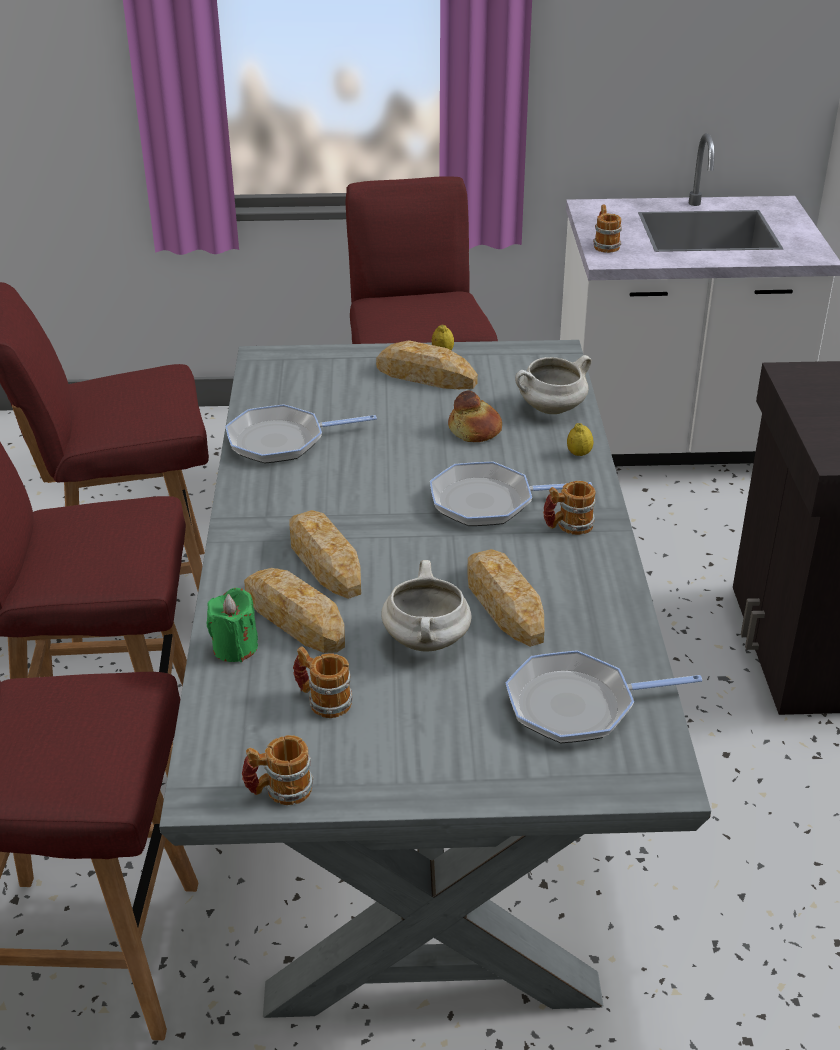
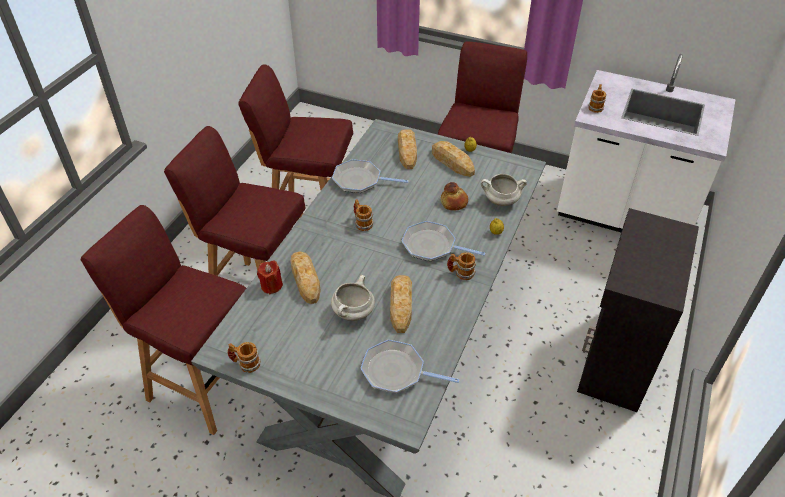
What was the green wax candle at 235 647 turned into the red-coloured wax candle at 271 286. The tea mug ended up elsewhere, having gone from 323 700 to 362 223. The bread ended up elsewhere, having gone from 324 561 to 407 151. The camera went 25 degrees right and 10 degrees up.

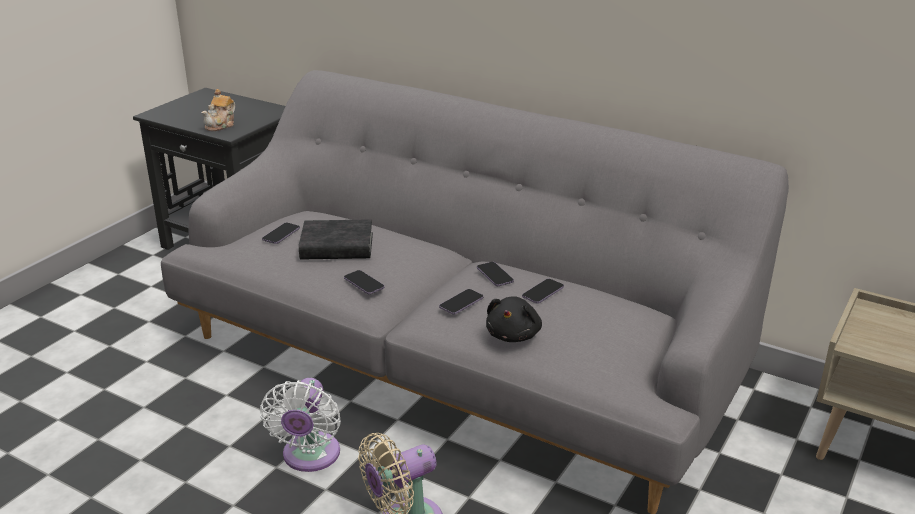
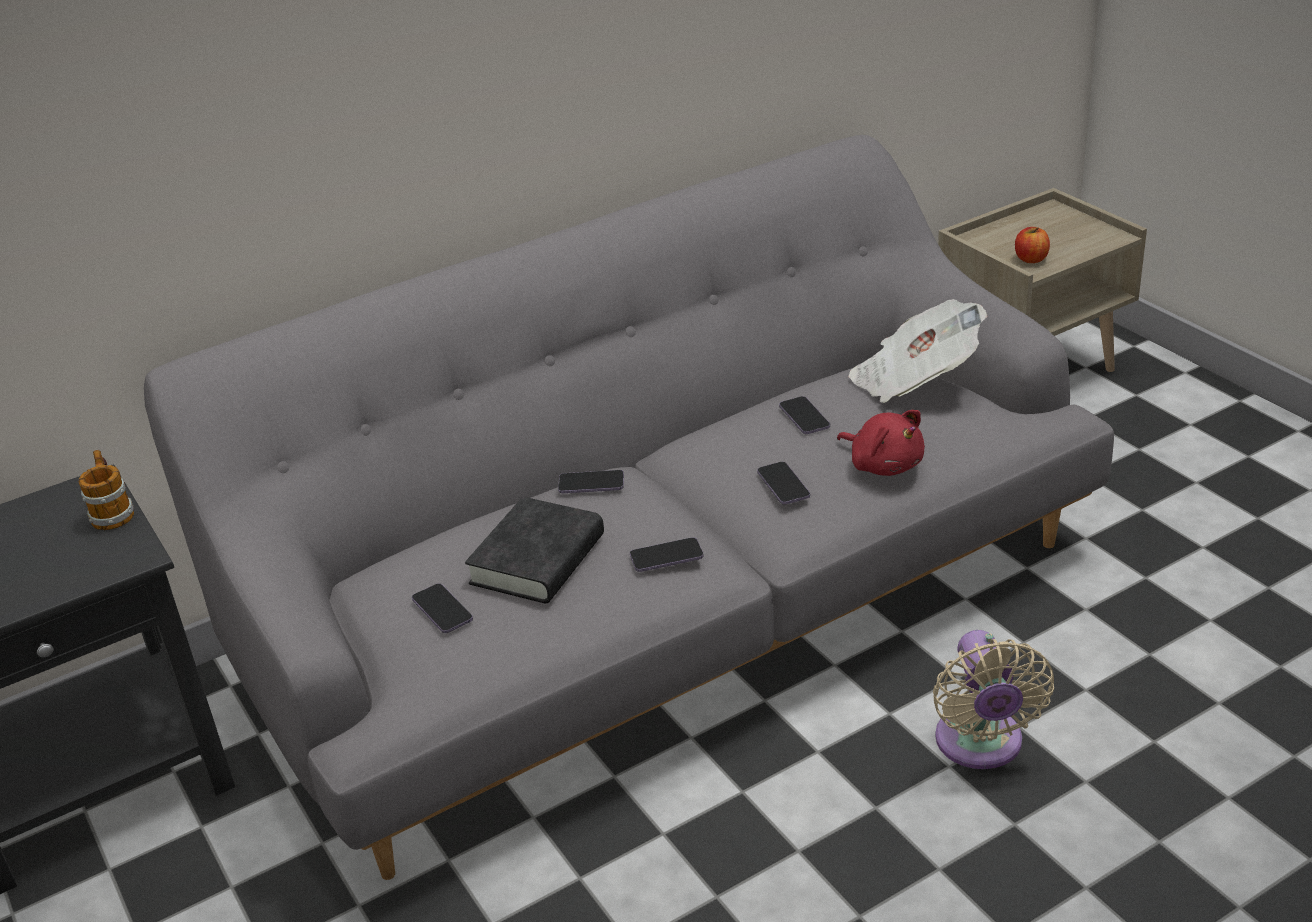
The second view gained the tea mug at 113 512. The phone ended up elsewhere, having gone from 495 275 to 591 484. What was the blackish cuddly toy at 514 335 turned into the red-coloured cuddly toy at 884 464. The second view gained the daily paper at 915 380. The second view gained the whole apple at 1031 259. The second view lost the teapot at 221 125. The second view lost the white-coloured fan at 309 457. The camera went 60 degrees left and 5 degrees up.

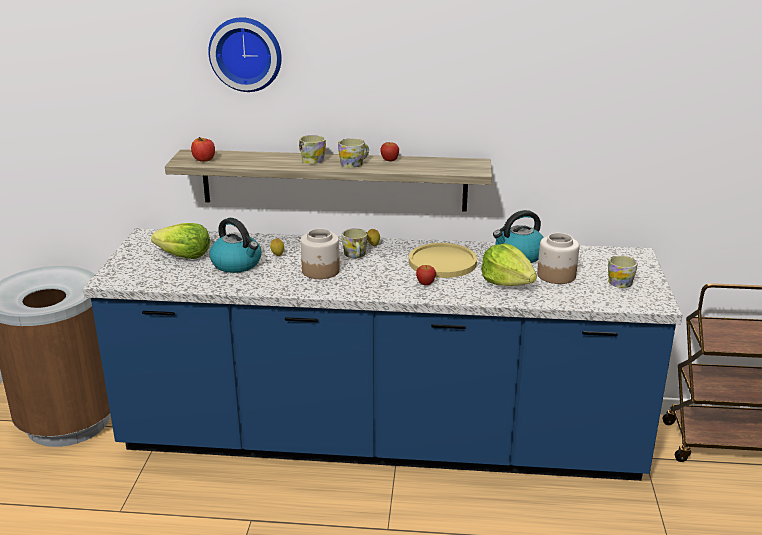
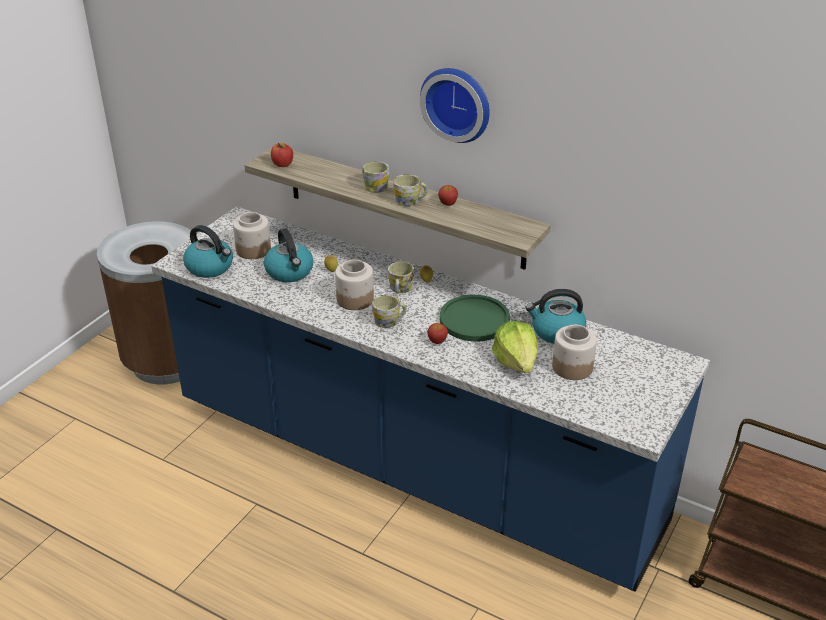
The second view gained the water kettle at 210 267. Where the lettuce stood at 184 256, the preserve jar came to stand at 253 250. The tea mug ended up elsewhere, having gone from 622 282 to 389 321. The wall clock ended up elsewhere, having gone from 246 53 to 457 103. What was the yellow flat dish at 442 262 turned into the green flat dish at 474 319. The camera went 25 degrees right and 10 degrees up.

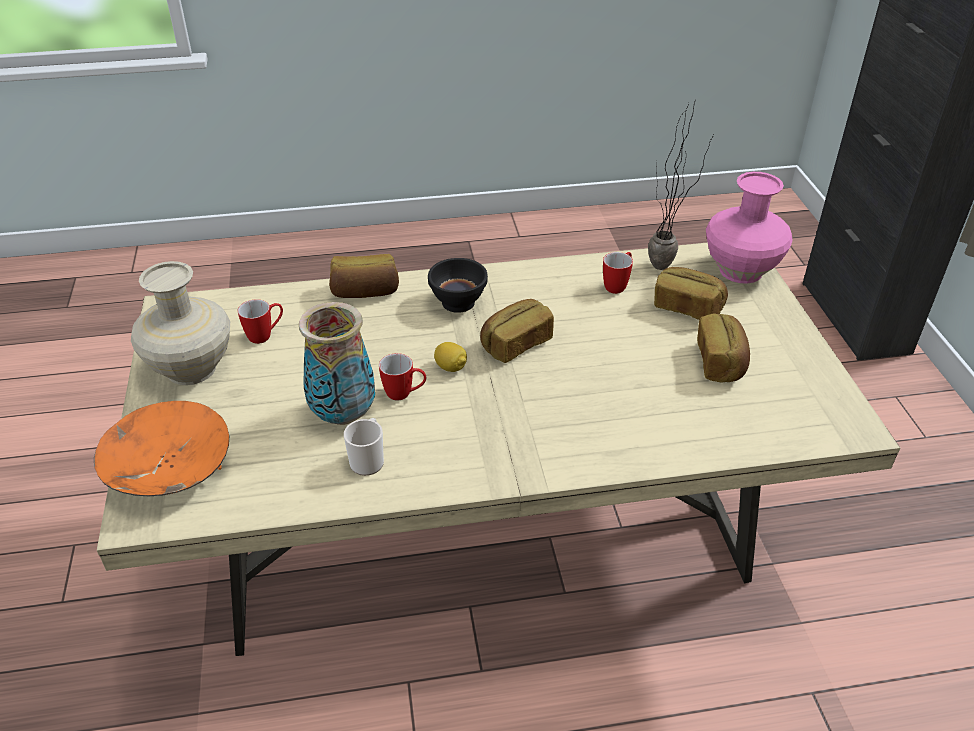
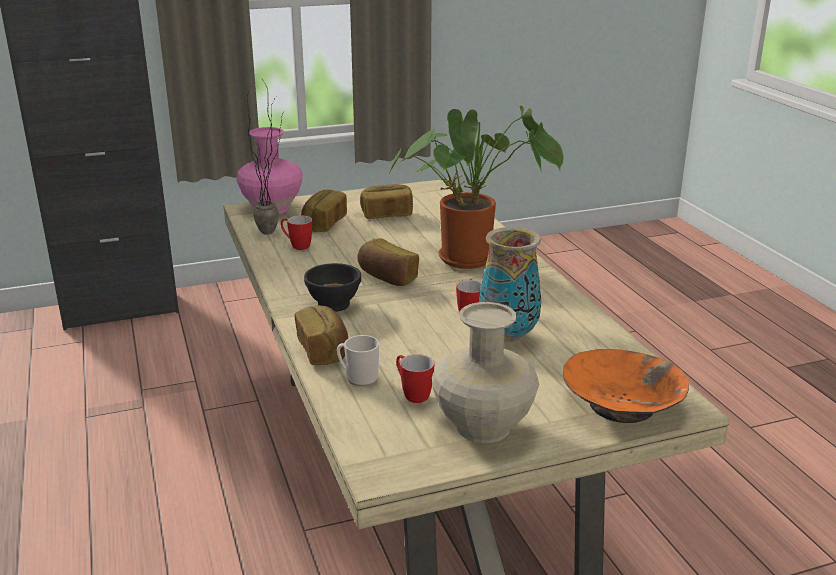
The tea mug ended up elsewhere, having gone from 368 460 to 358 378. The second view gained the plant in a pot at 472 258. The second view lost the lemon at 451 367. The camera went 100 degrees left and 15 degrees down.

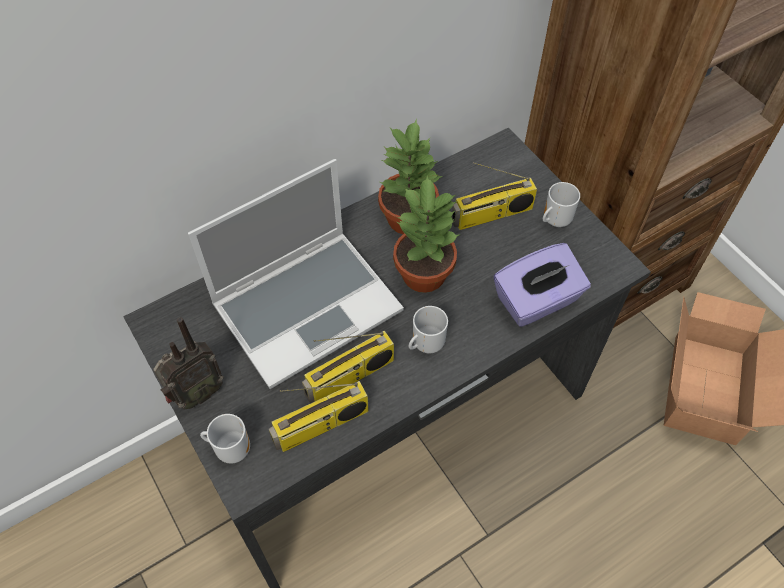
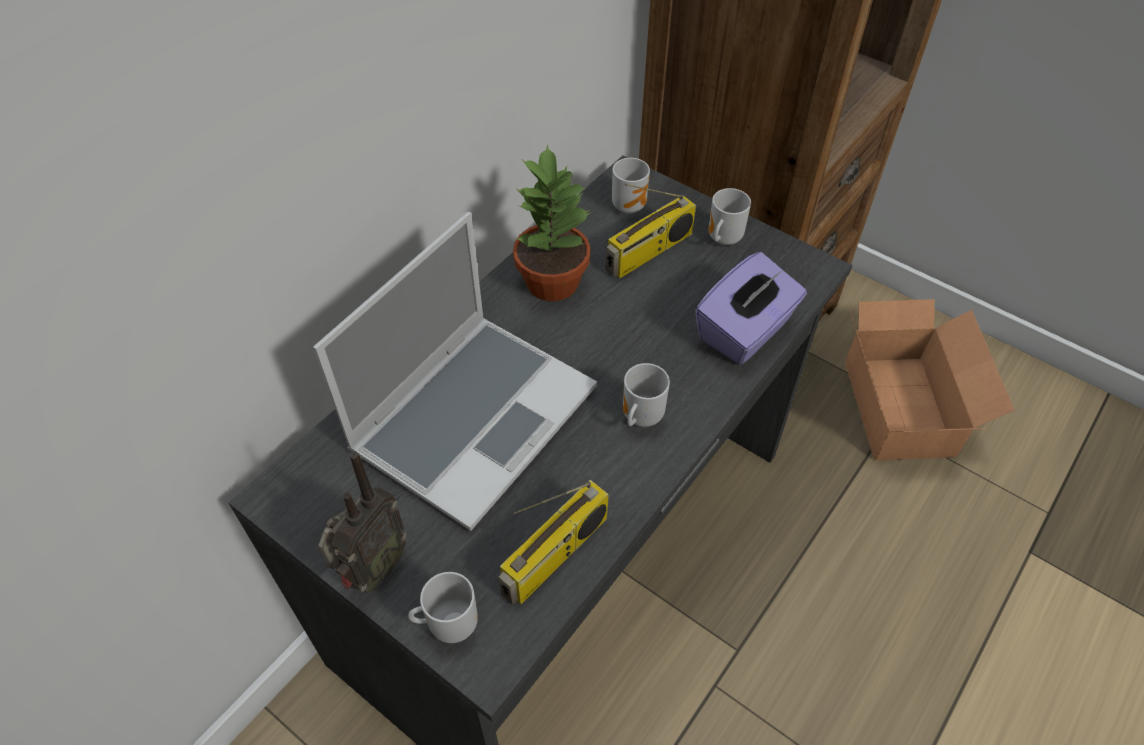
The second view gained the tea mug at 630 205. The second view lost the radio receiver at 349 378. The second view lost the plant in a pot at 425 274. The camera went 20 degrees left and 5 degrees down.

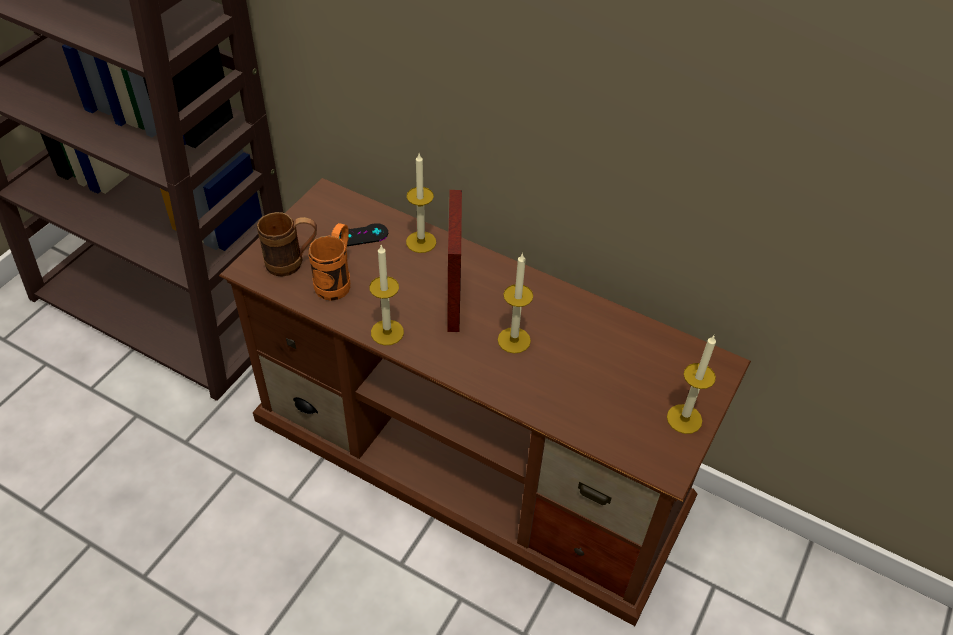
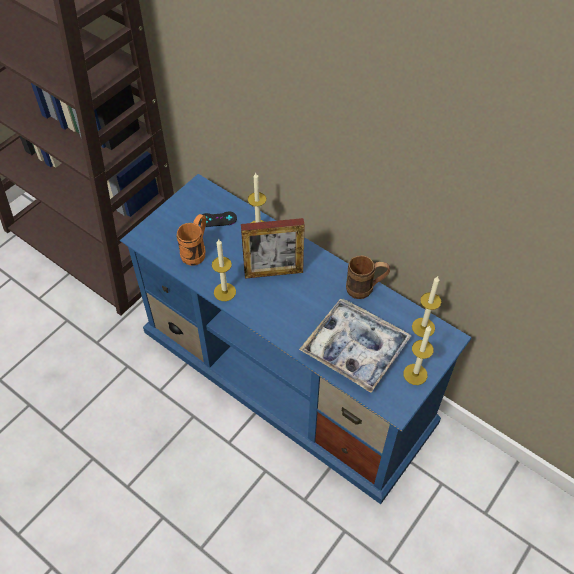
What was the brownish tv unit at 473 459 turned into the blue tv unit at 289 376. The picture frame at 454 299 ended up facing another way, 75 degrees clockwise from before. The second view gained the serving tray at 355 349. The brownish tea mug ended up elsewhere, having gone from 293 263 to 365 289. The wax candle ended up elsewhere, having gone from 514 340 to 423 327. The camera went 10 degrees right and 5 degrees up.

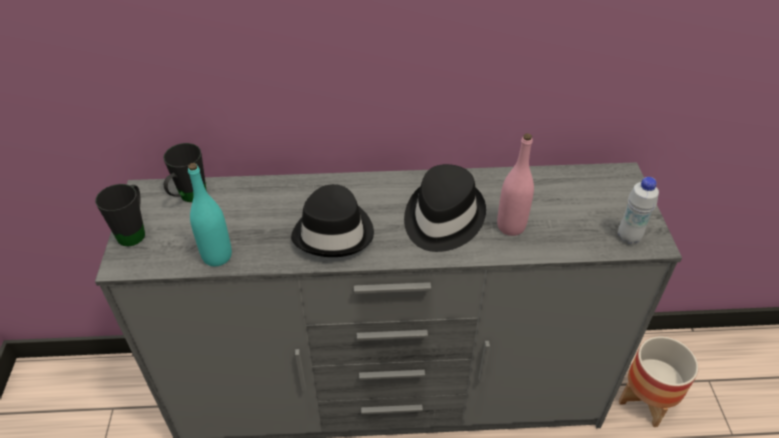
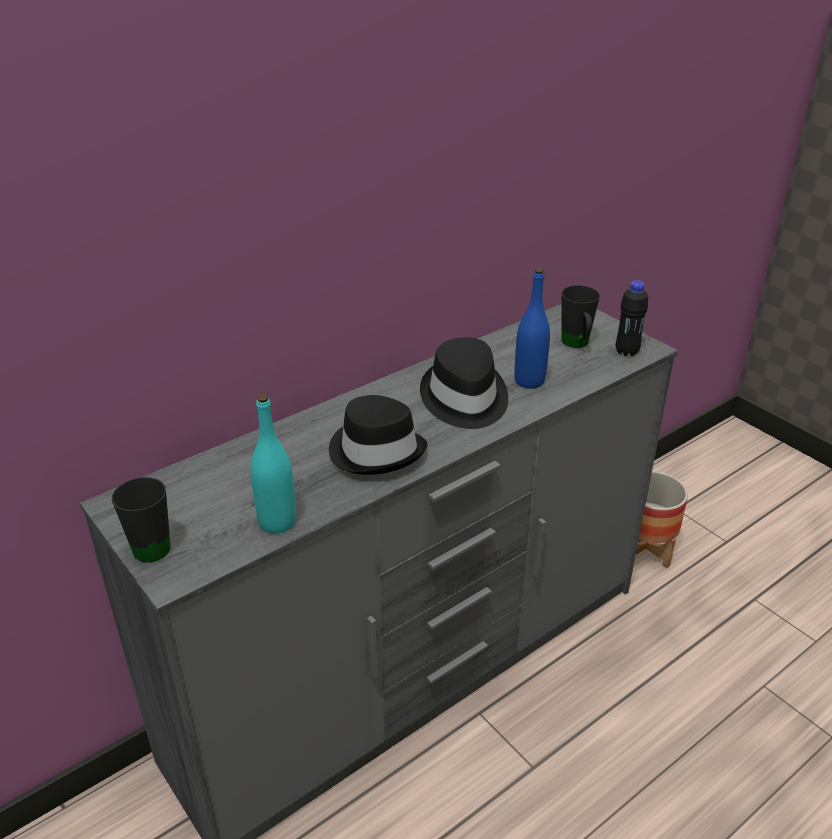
What was the pinkish beverage bottle at 511 226 turned into the blue beverage bottle at 529 381. The blackish tea mug ended up elsewhere, having gone from 189 198 to 577 345. What was the white-coloured beverage bottle at 628 237 turned into the blackish beverage bottle at 626 351. The camera went 35 degrees left and 10 degrees down.

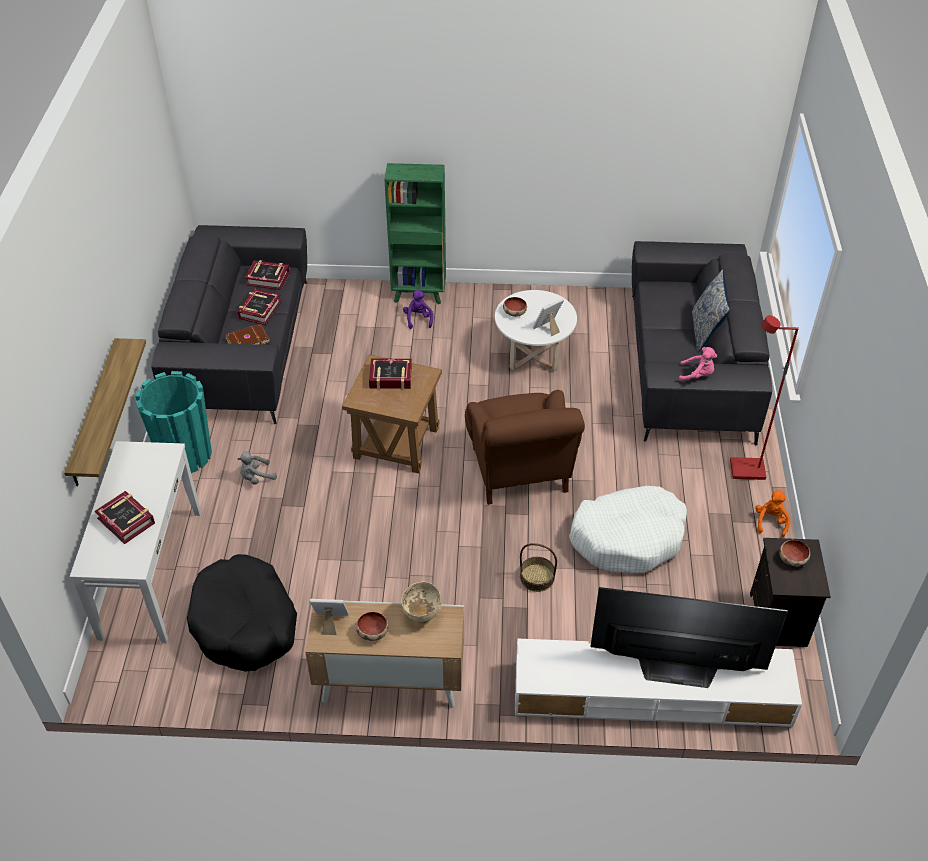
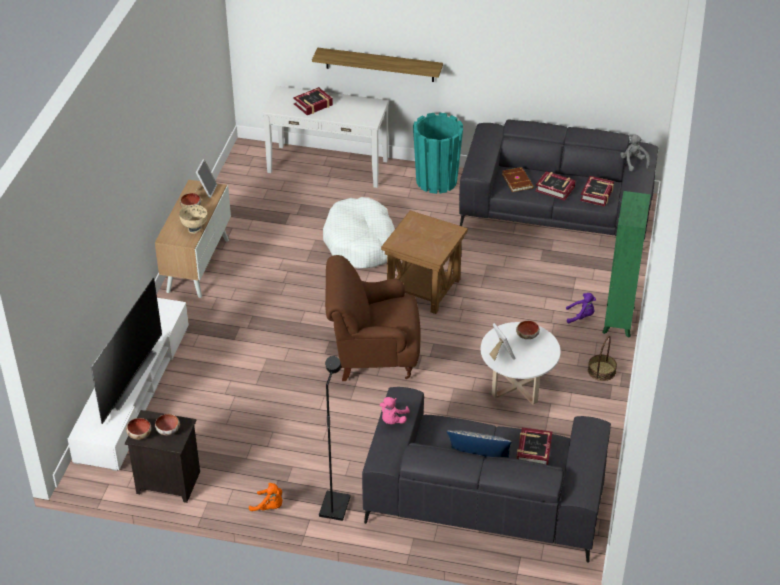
The second view gained the serving bowl at 139 434. What was the red-coloured floor lamp at 747 470 turned into the blackish floor lamp at 334 506. The white-coloured dog cushion ended up elsewhere, having gone from 628 537 to 361 243. The book ended up elsewhere, having gone from 390 378 to 533 450. The household basket ended up elsewhere, having gone from 537 577 to 601 371. The greyish cuddly toy ended up elsewhere, having gone from 256 477 to 633 162. The second view lost the blackish dog cushion at 245 623. The camera went 100 degrees right and 5 degrees down.

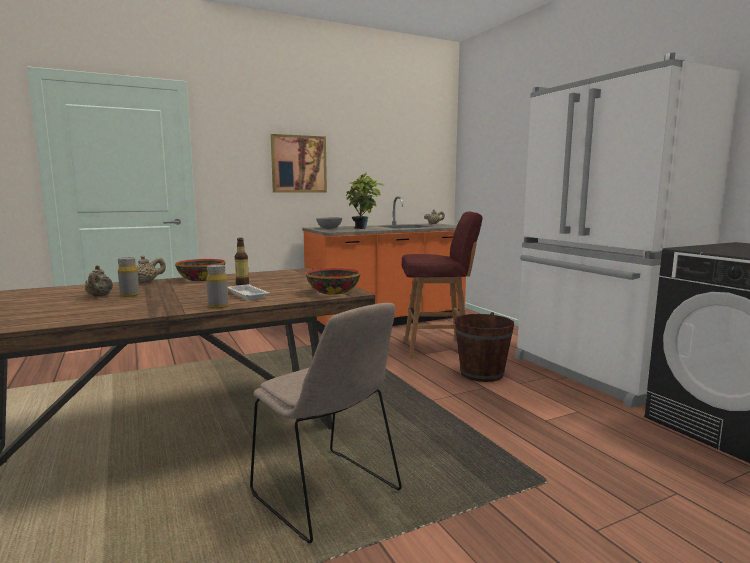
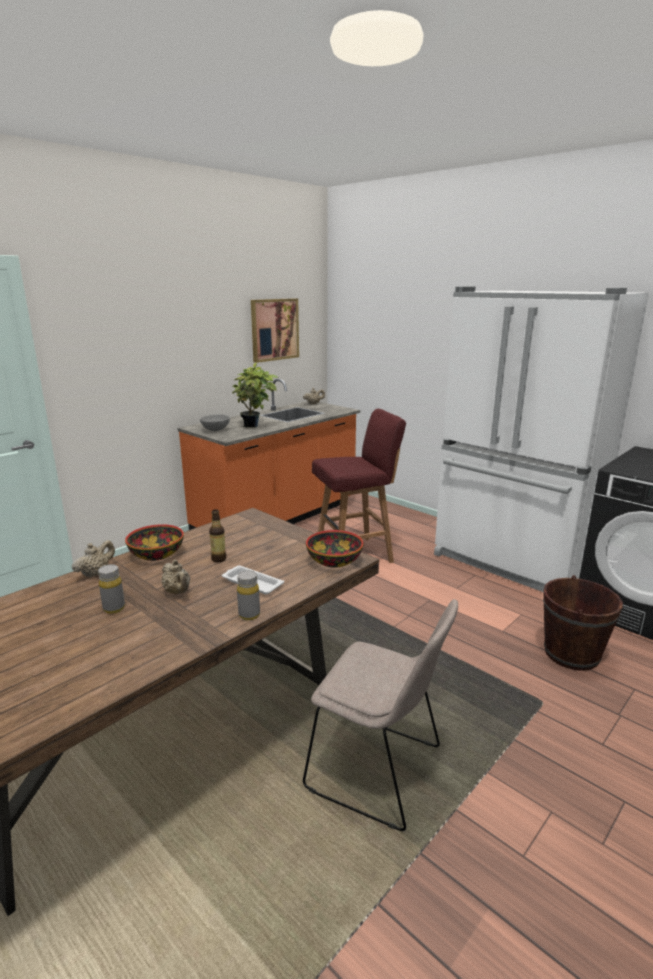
The sand-coloured teapot ended up elsewhere, having gone from 99 296 to 177 592. The picture ended up elsewhere, having gone from 298 164 to 274 329. The brownish water bucket ended up elsewhere, having gone from 481 374 to 571 654. The camera went 20 degrees left and 10 degrees up.

